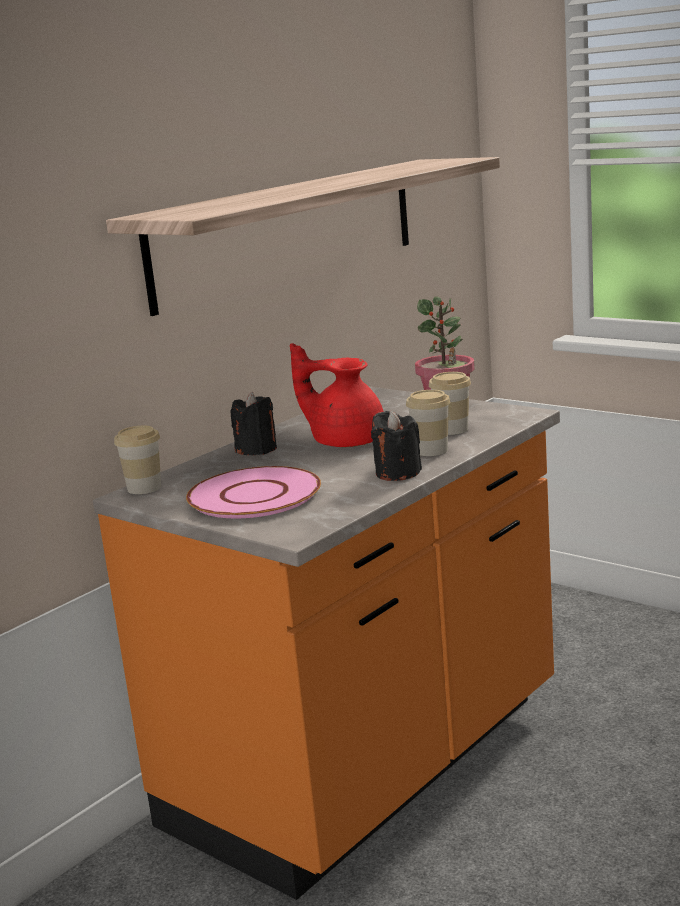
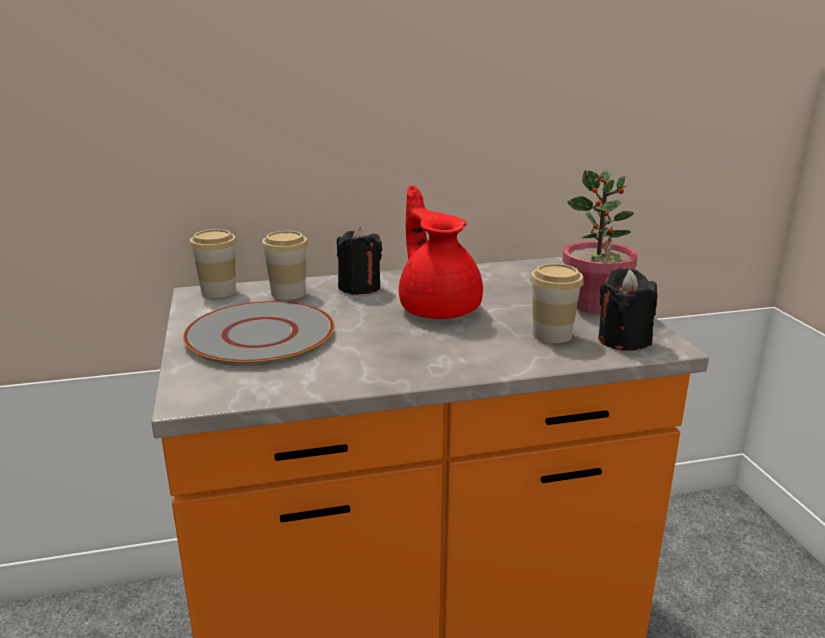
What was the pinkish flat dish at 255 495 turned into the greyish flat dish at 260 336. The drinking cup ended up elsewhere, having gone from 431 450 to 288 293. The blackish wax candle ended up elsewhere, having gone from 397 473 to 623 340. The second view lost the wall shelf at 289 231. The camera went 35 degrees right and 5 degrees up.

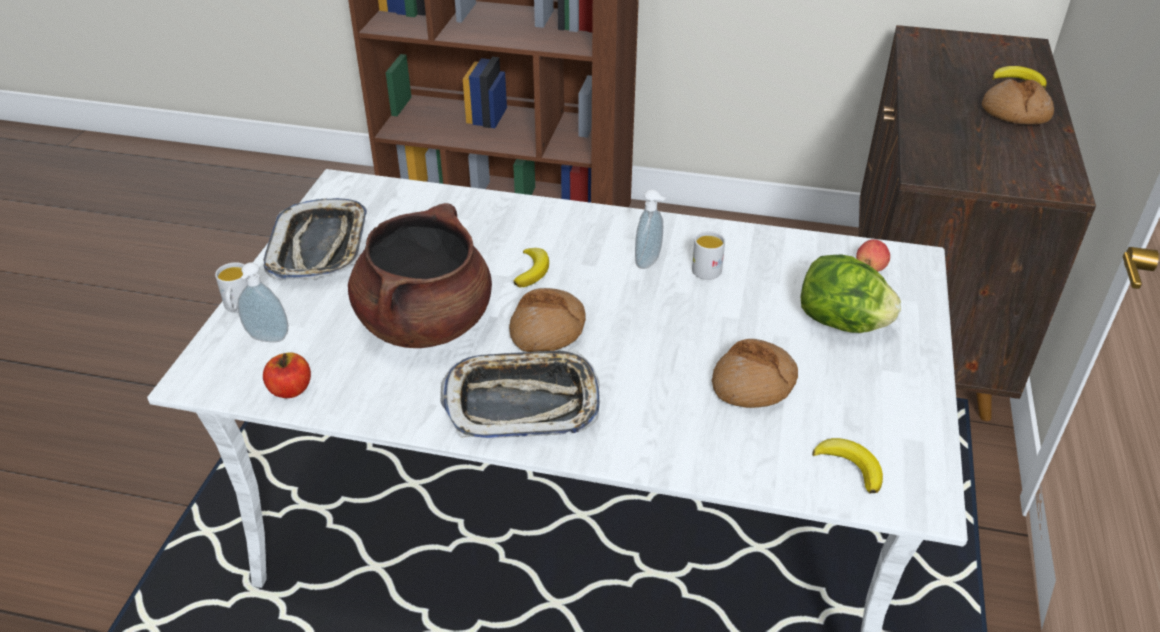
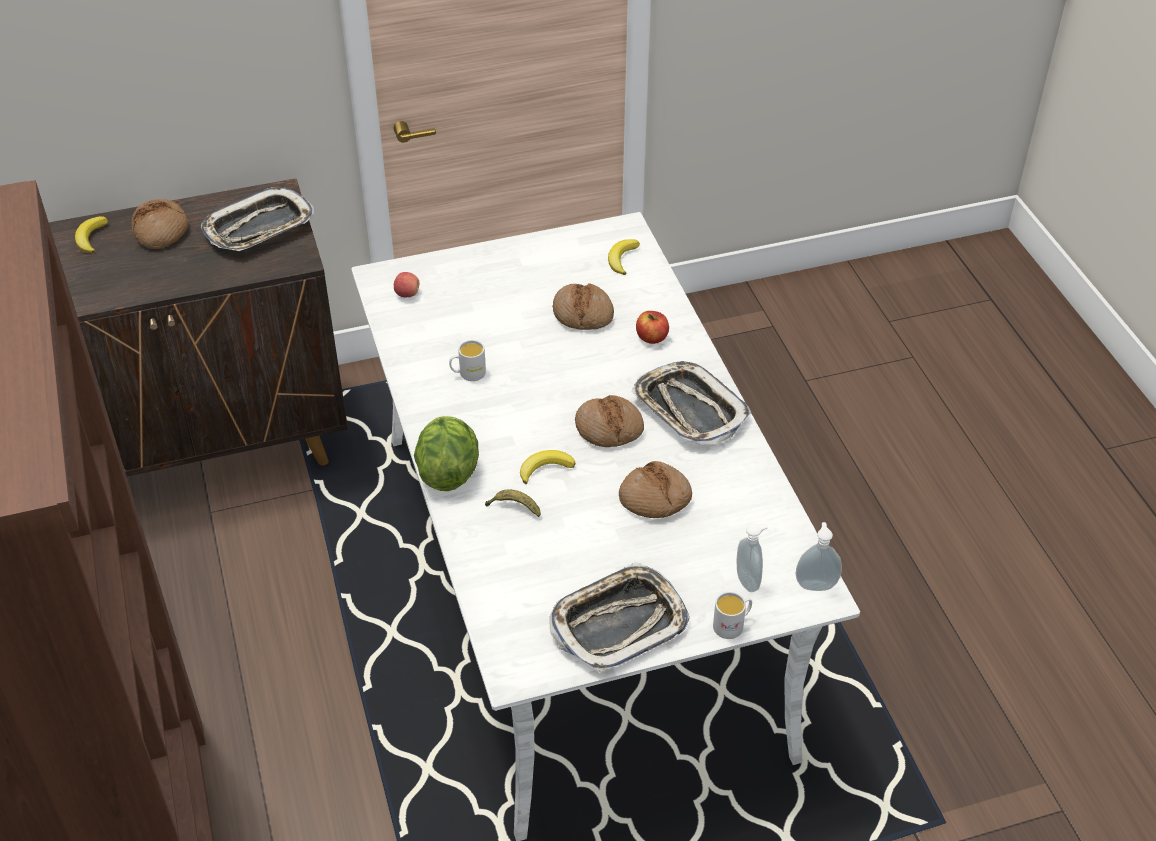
The second view gained the serving tray at 259 227. The lettuce ended up elsewhere, having gone from 842 323 to 448 471. The second view gained the banana fruit at 514 508. Where the brownish stockpot stood at 425 322, the bread came to stand at 655 498. The whole apple ended up elsewhere, having gone from 290 389 to 652 337. The soap dispenser ended up elsewhere, having gone from 650 262 to 815 584. The camera went 120 degrees left and 5 degrees up.

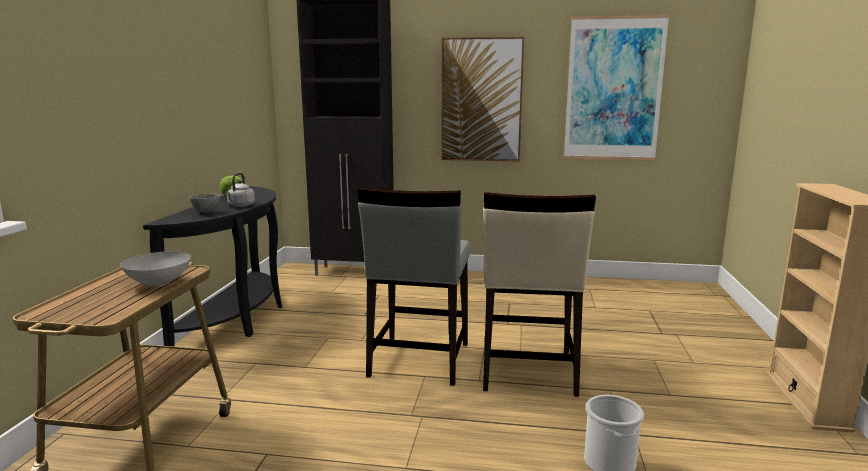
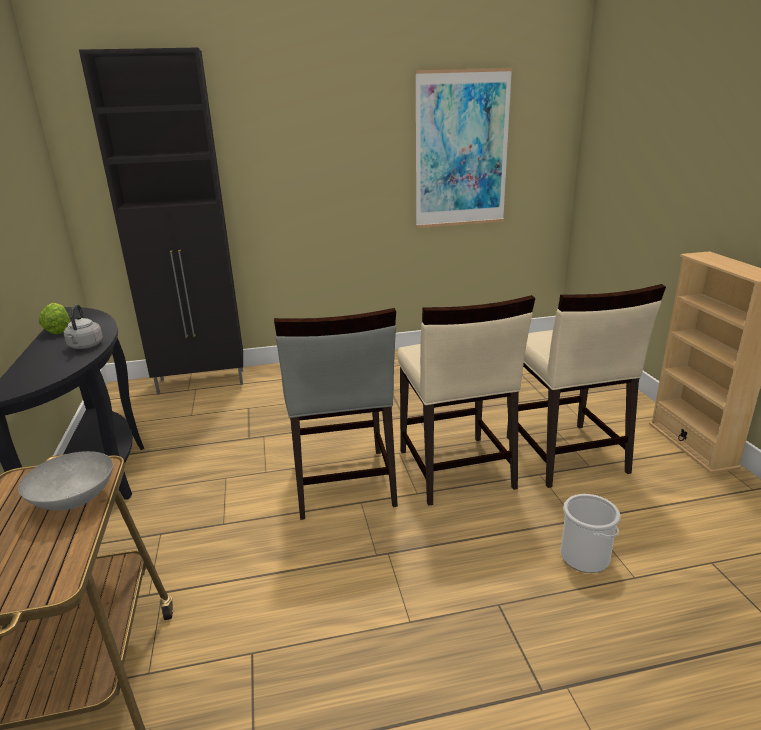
The second view gained the sand-coloured chair at 565 455. The second view lost the greyish serving bowl at 206 212. The second view lost the picture at 481 100. The camera went 20 degrees left and 10 degrees up.

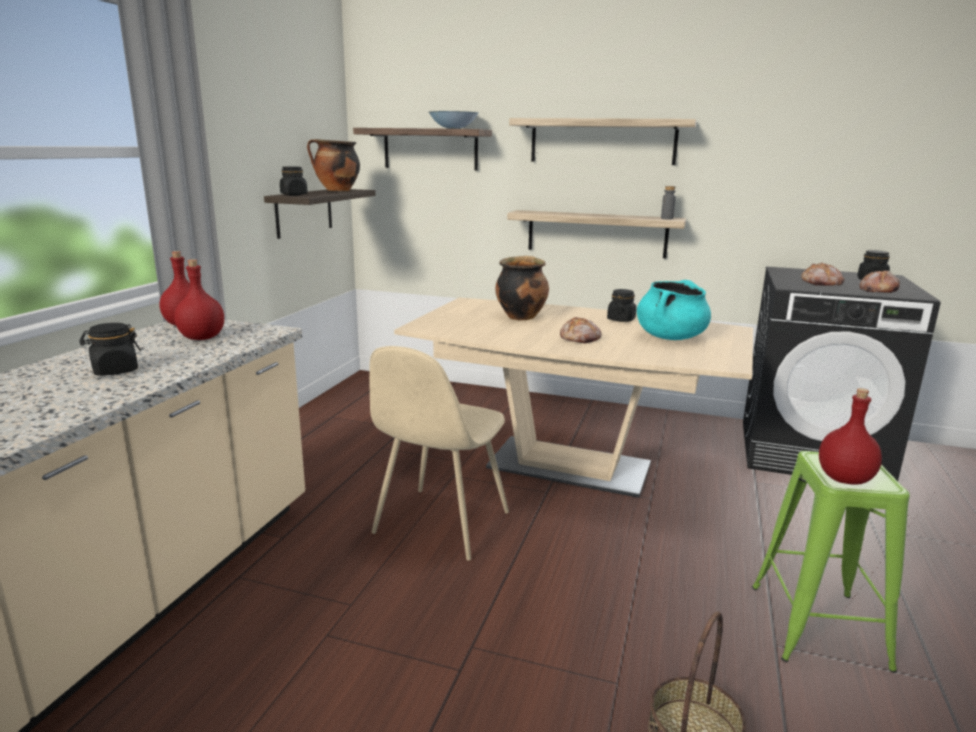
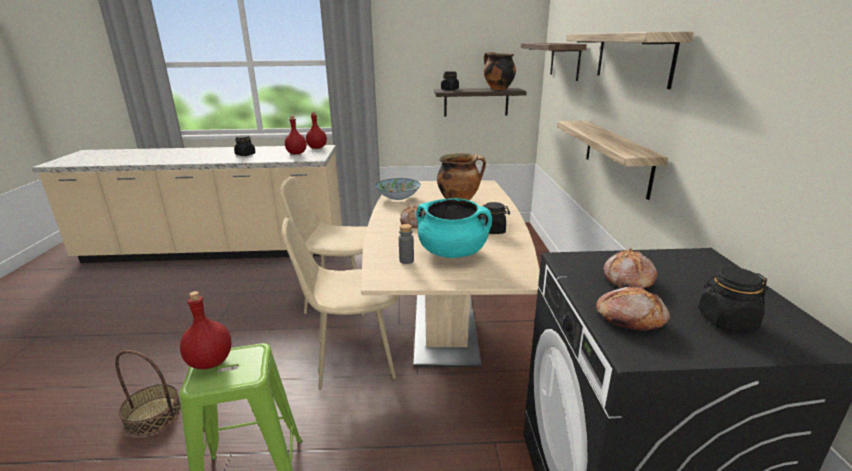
The second view gained the sand-coloured chair at 351 357. The serving bowl ended up elsewhere, having gone from 453 128 to 398 198. The greyish beverage bottle ended up elsewhere, having gone from 667 218 to 406 260. The camera went 70 degrees right and 5 degrees up.

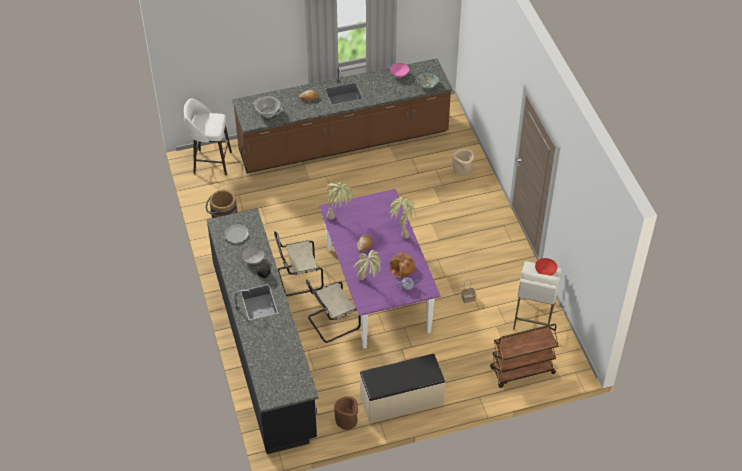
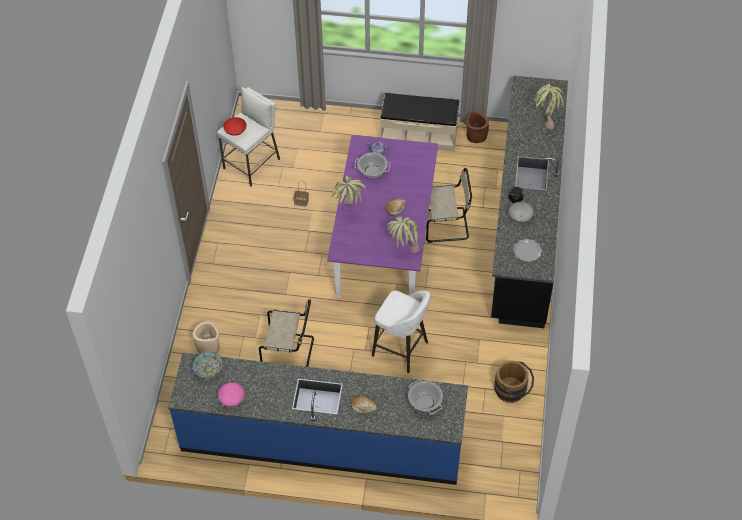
What was the brownish counter at 344 142 turned into the blue counter at 322 441. The sand-coloured chair ended up elsewhere, having gone from 298 279 to 290 352. Where the bread stood at 402 268, the stockpot came to stand at 372 171. The white-coloured stool ended up elsewhere, having gone from 211 162 to 401 350. The plant in a pot ended up elsewhere, having gone from 368 283 to 545 120. The second view lost the brownish wheeled cart at 522 371. The camera went 155 degrees left and 5 degrees up.

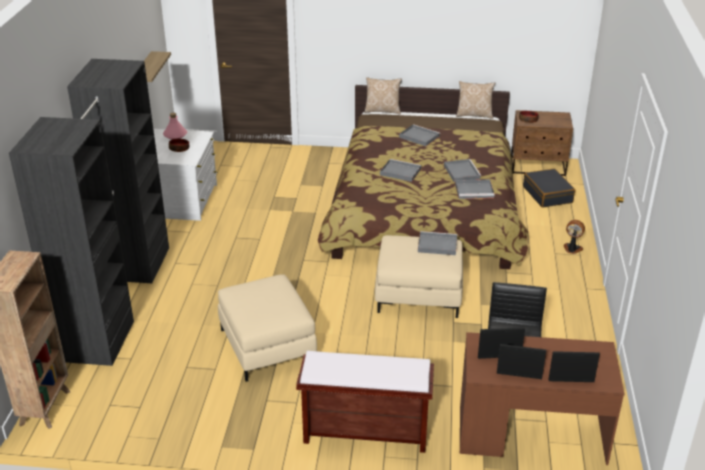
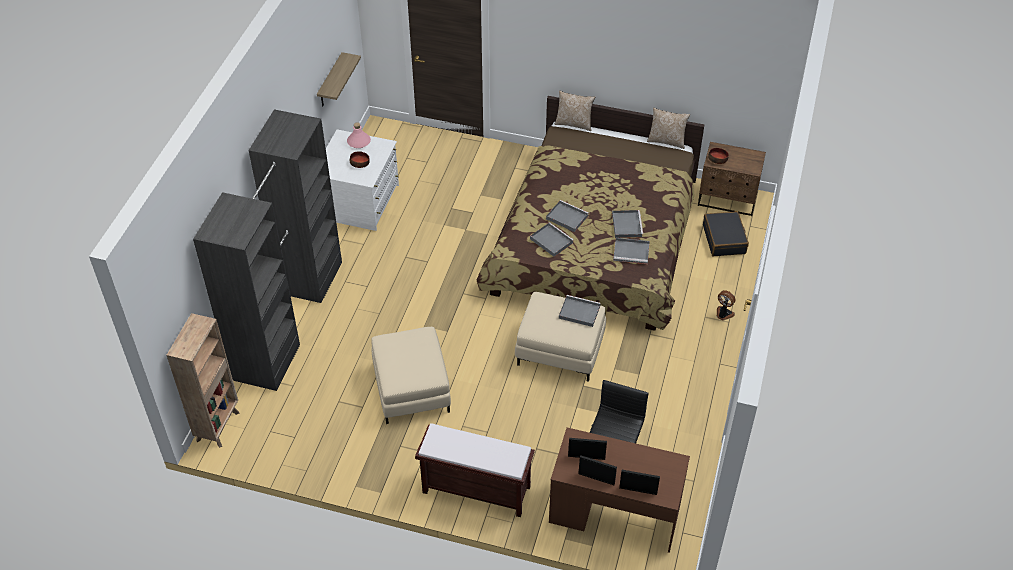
The greyish serving tray ended up elsewhere, having gone from 418 137 to 550 240. The camera went 10 degrees right and 15 degrees up.

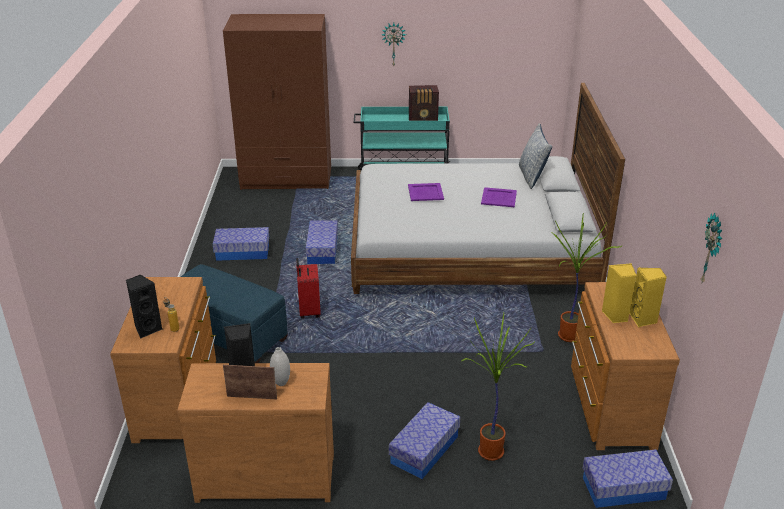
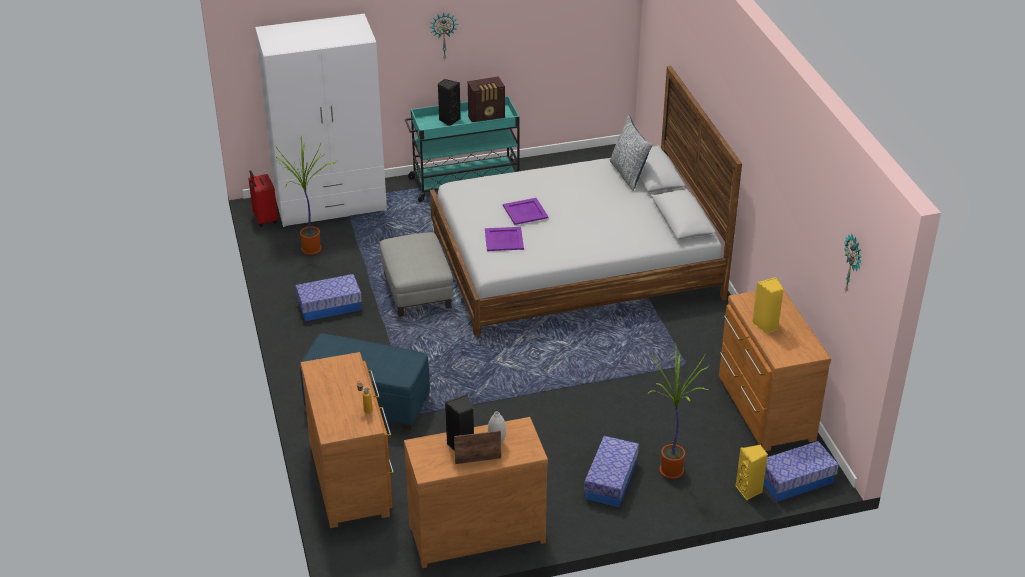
The red-coloured piece of luggage ended up elsewhere, having gone from 308 311 to 264 219. What was the brownish armoire at 287 178 turned into the white-coloured armoire at 331 204. The plant in a pot ended up elsewhere, having gone from 570 337 to 313 250. Where the storage box stood at 322 250, the greyish pouffe came to stand at 417 290. The blackish loudspeaker ended up elsewhere, having gone from 147 329 to 449 120. The purplish serving tray ended up elsewhere, having gone from 499 197 to 504 239. The yellow loudspeaker ended up elsewhere, having gone from 643 319 to 749 490. The camera went 15 degrees left and 5 degrees up.

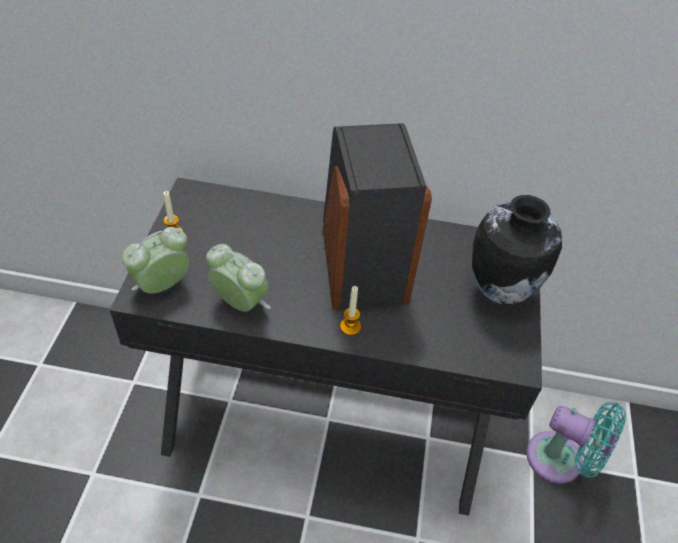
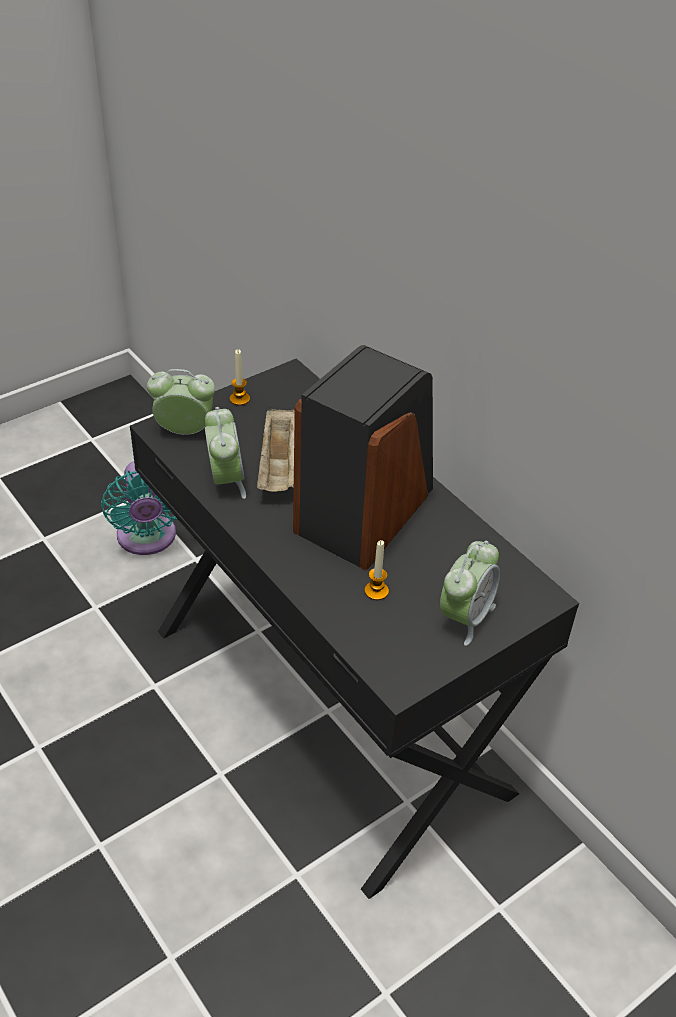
The turquoise-coloured fan ended up elsewhere, having gone from 560 461 to 147 539. The second view gained the sand-coloured serving tray at 280 466. The wax candle ended up elsewhere, having gone from 350 327 to 376 591. Where the decorative vase stood at 498 291, the table clock came to stand at 465 617. The camera went 45 degrees right and 5 degrees down.

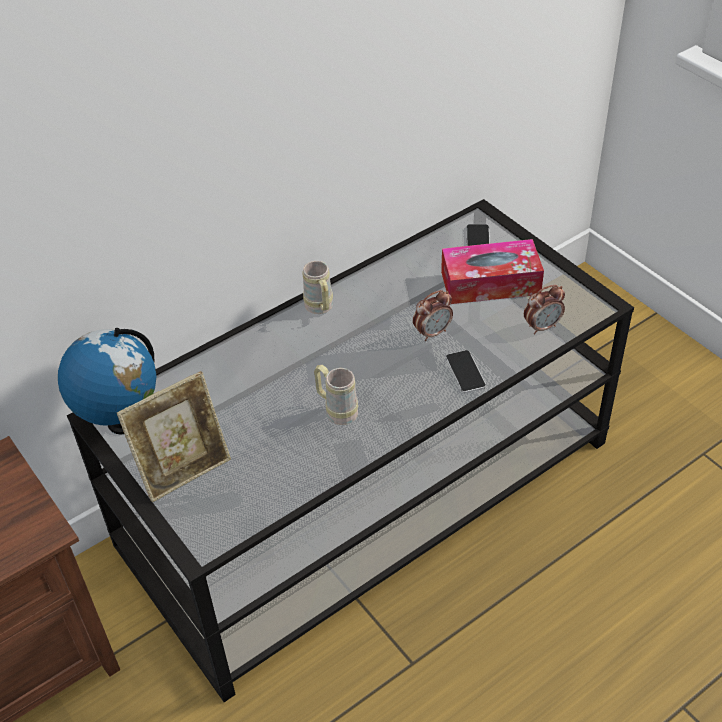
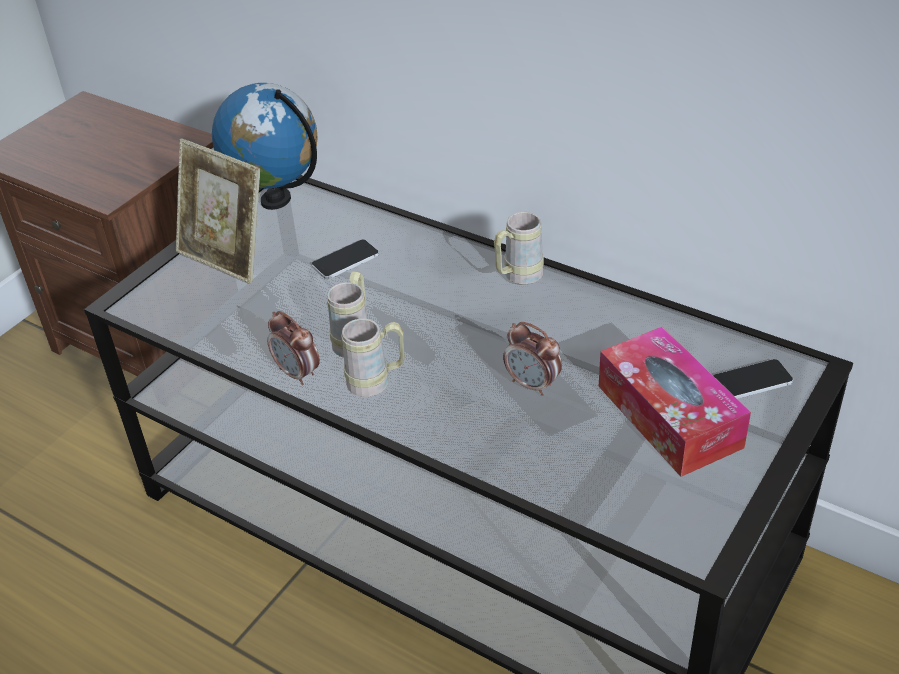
The table clock ended up elsewhere, having gone from 542 327 to 298 373. The phone ended up elsewhere, having gone from 465 372 to 345 260. The second view gained the sand-coloured tea mug at 377 382. The camera went 70 degrees right and 5 degrees down.

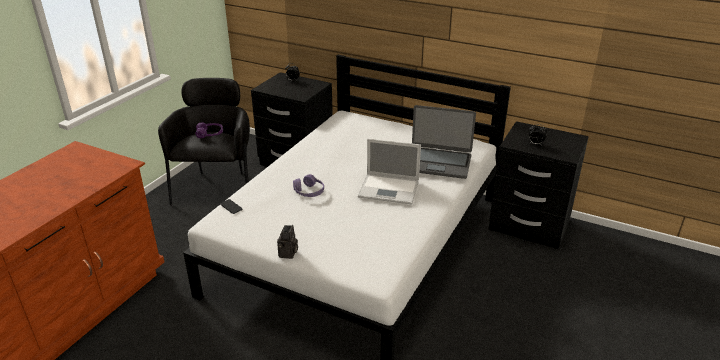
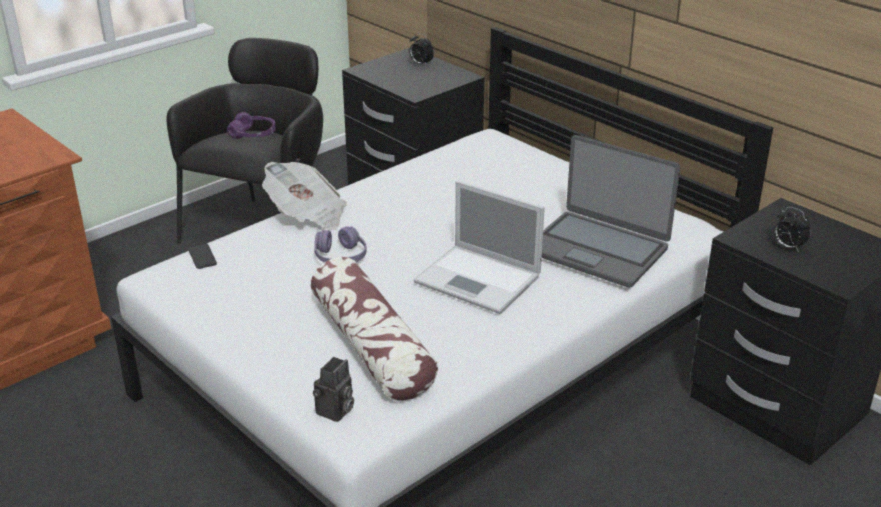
The second view gained the daily paper at 307 215. The second view gained the cushion at 372 347. The still camera ended up elsewhere, having gone from 288 254 to 335 412. The camera went 20 degrees right and 0 degrees up.

